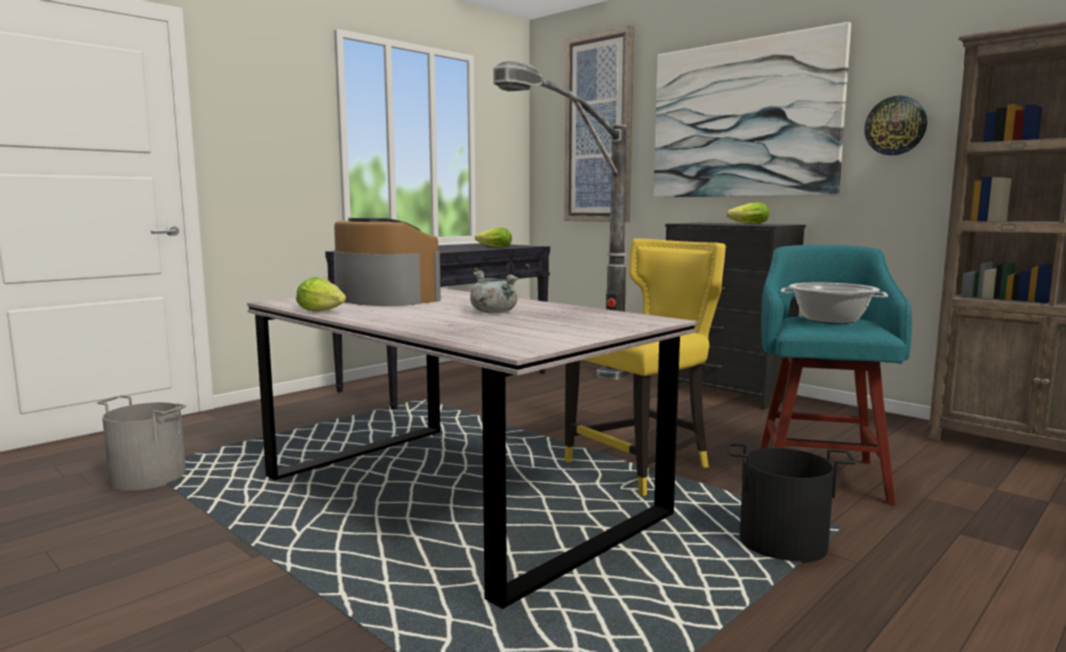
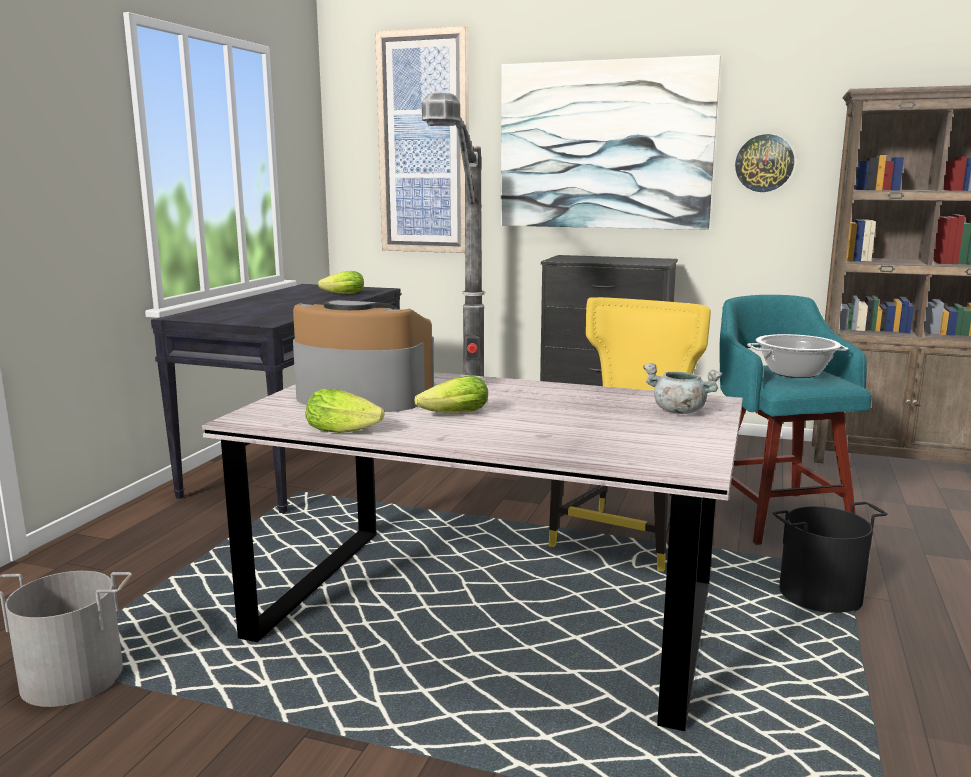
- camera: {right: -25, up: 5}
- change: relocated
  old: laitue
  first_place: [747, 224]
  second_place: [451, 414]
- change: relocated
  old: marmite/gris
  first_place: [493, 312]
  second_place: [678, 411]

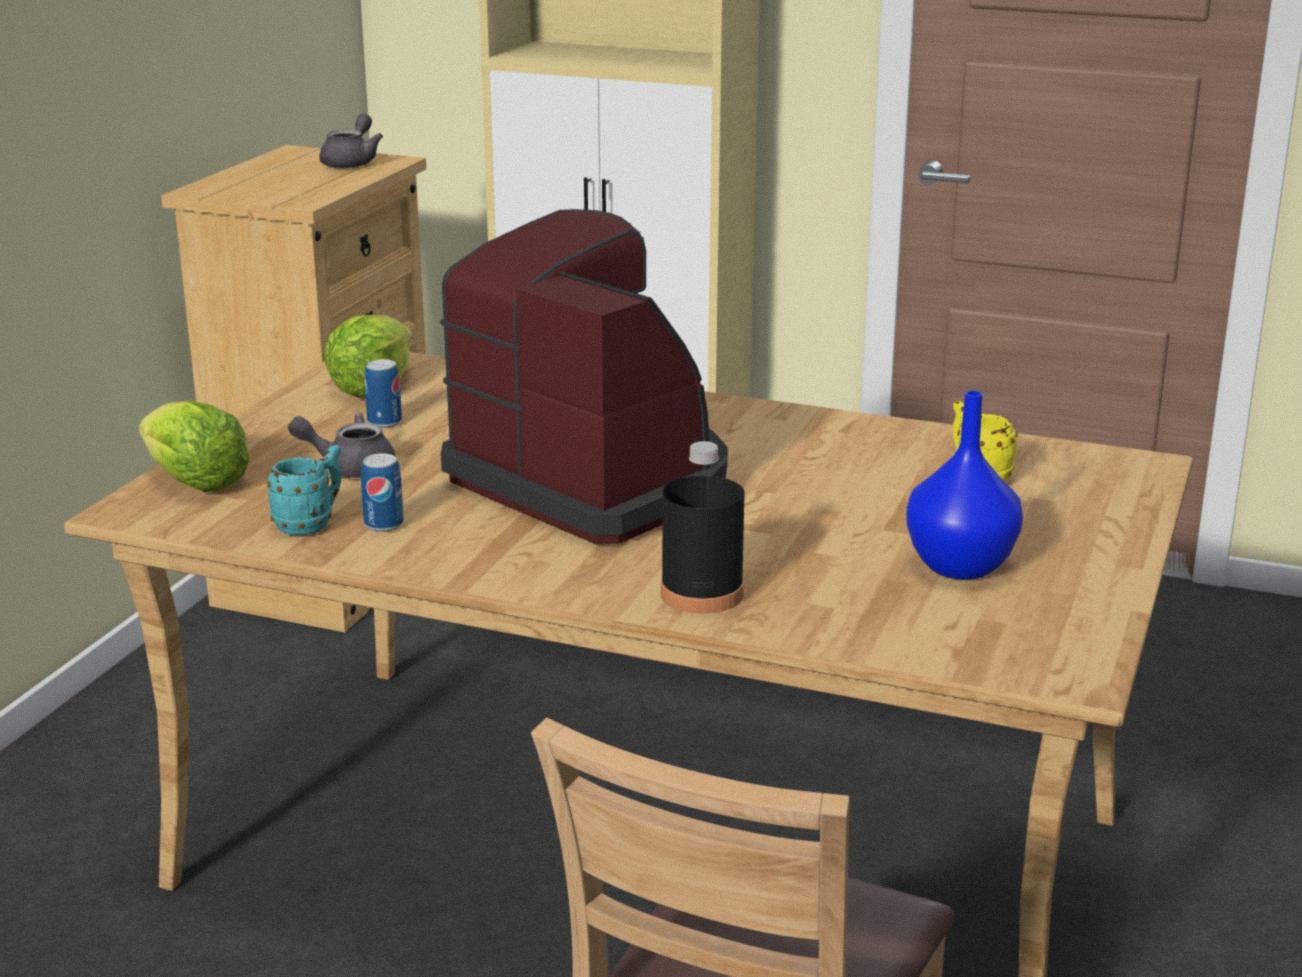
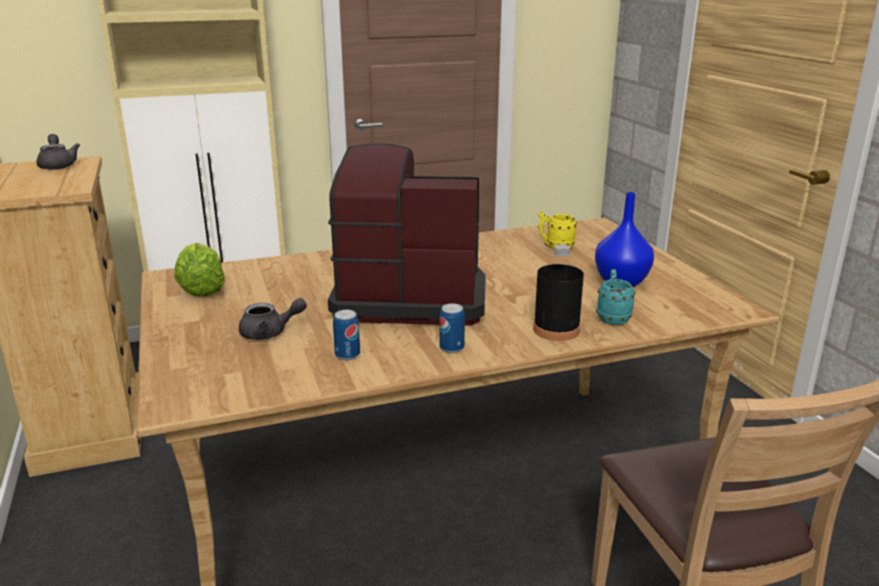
- camera: {right: -40, up: 0}
- change: relocated
  old: boîte métallique
  first_place: [384, 422]
  second_place: [451, 348]
- change: missing
  old: laitue
  first_place: [194, 482]
- change: spun
  old: théière/gris
  first_place: [350, 468]
  second_place: [270, 333]
  degrees: -150
- change: relocated
  old: mug/turquoise
  first_place: [311, 524]
  second_place: [612, 317]

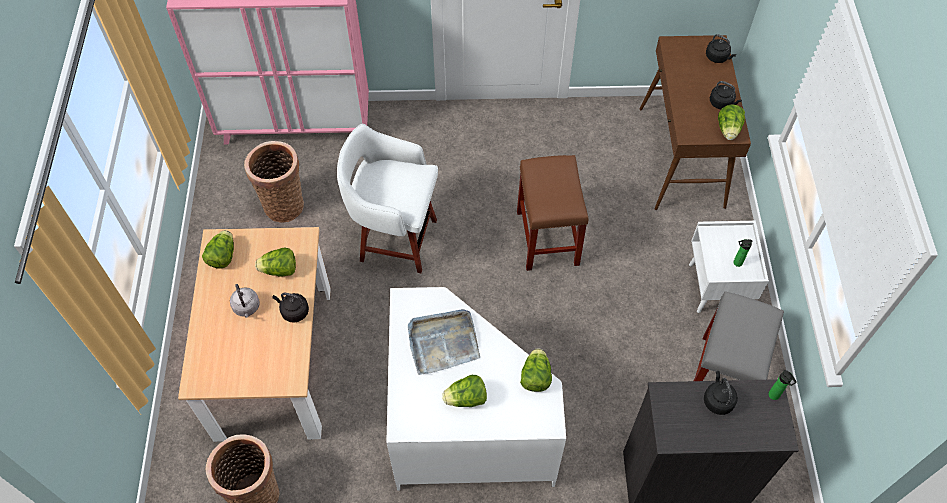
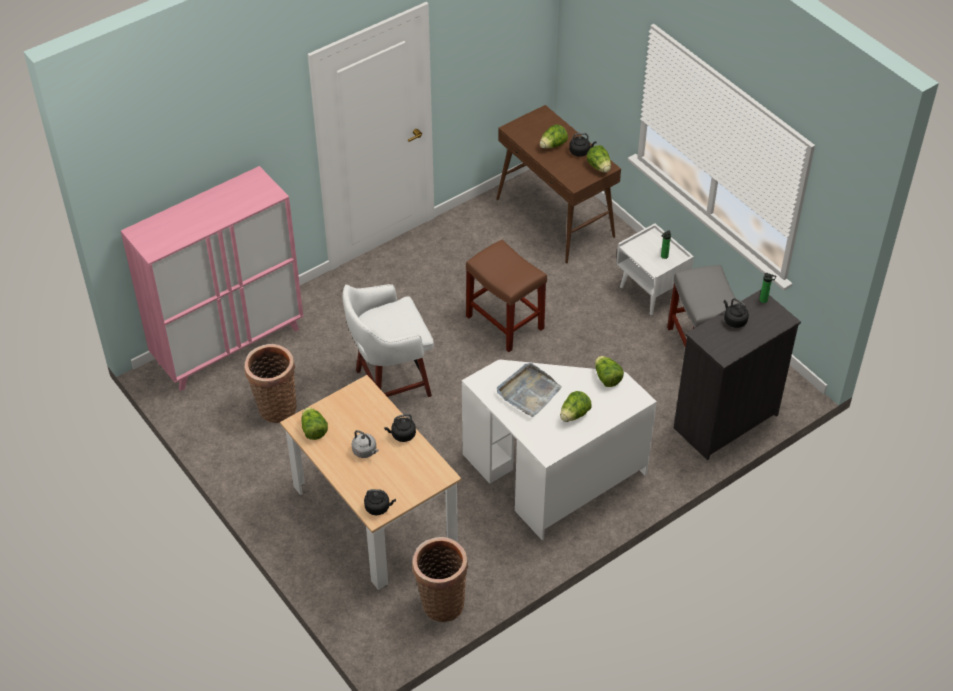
- camera: {right: -35, up: -10}
- change: relocated
  old: bouilloire/noir
  first_place: [718, 57]
  second_place: [378, 507]
- change: relocated
  old: laitue
  first_place: [279, 270]
  second_place: [553, 145]

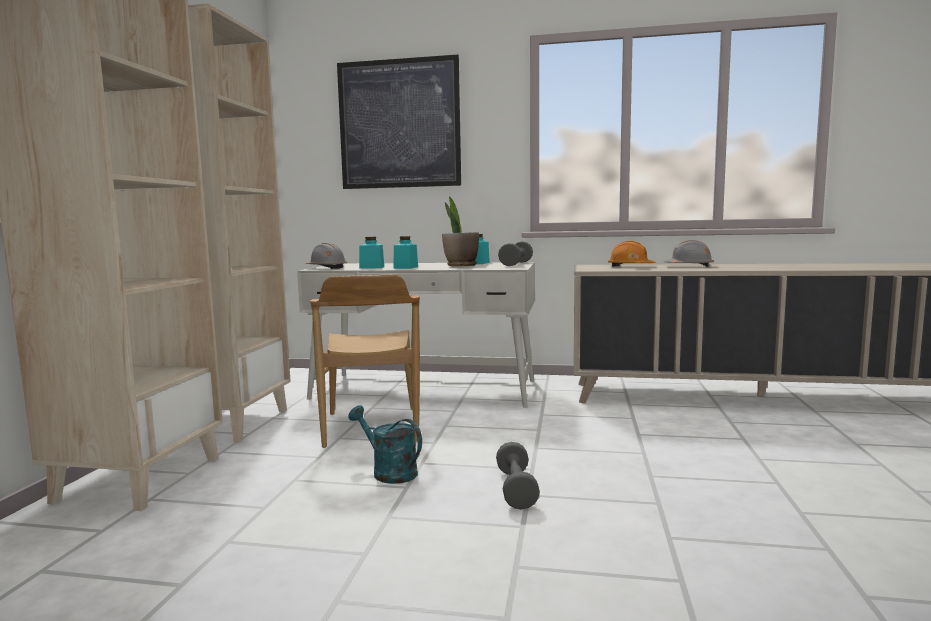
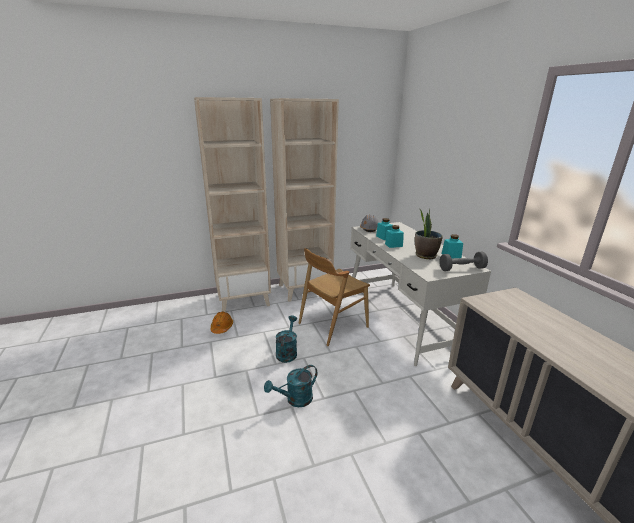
- camera: {right: 60, up: 15}
- change: missing
  old: tableau
  first_place: [399, 124]
- change: missing
  old: casque de chantier/gris
  first_place: [689, 267]
- change: relocated
  old: casque de chantier/orange
  first_place: [630, 267]
  second_place: [222, 327]
- change: exchanged
  old: haltère/gris
  new: arrosoir/turquoise
  first_place: [516, 489]
  second_place: [295, 400]

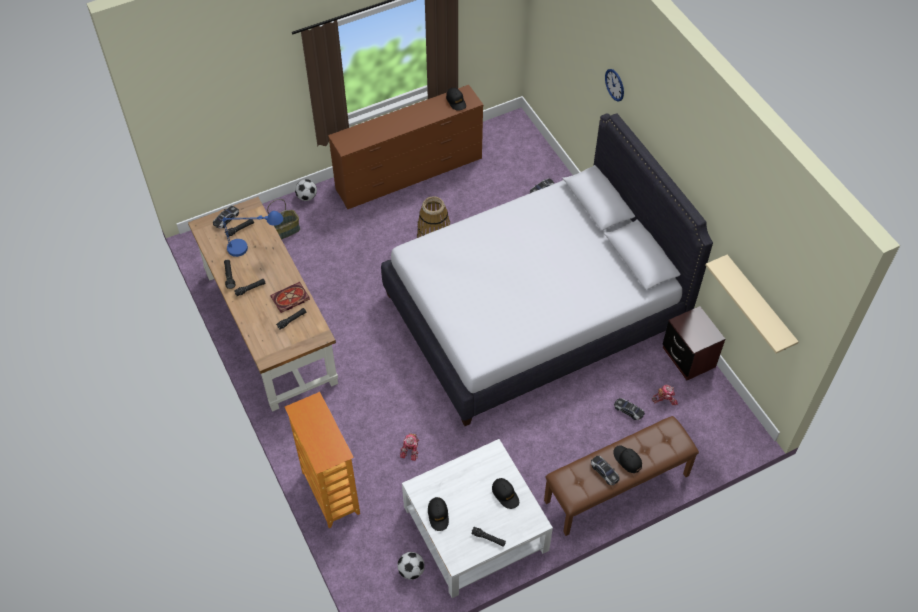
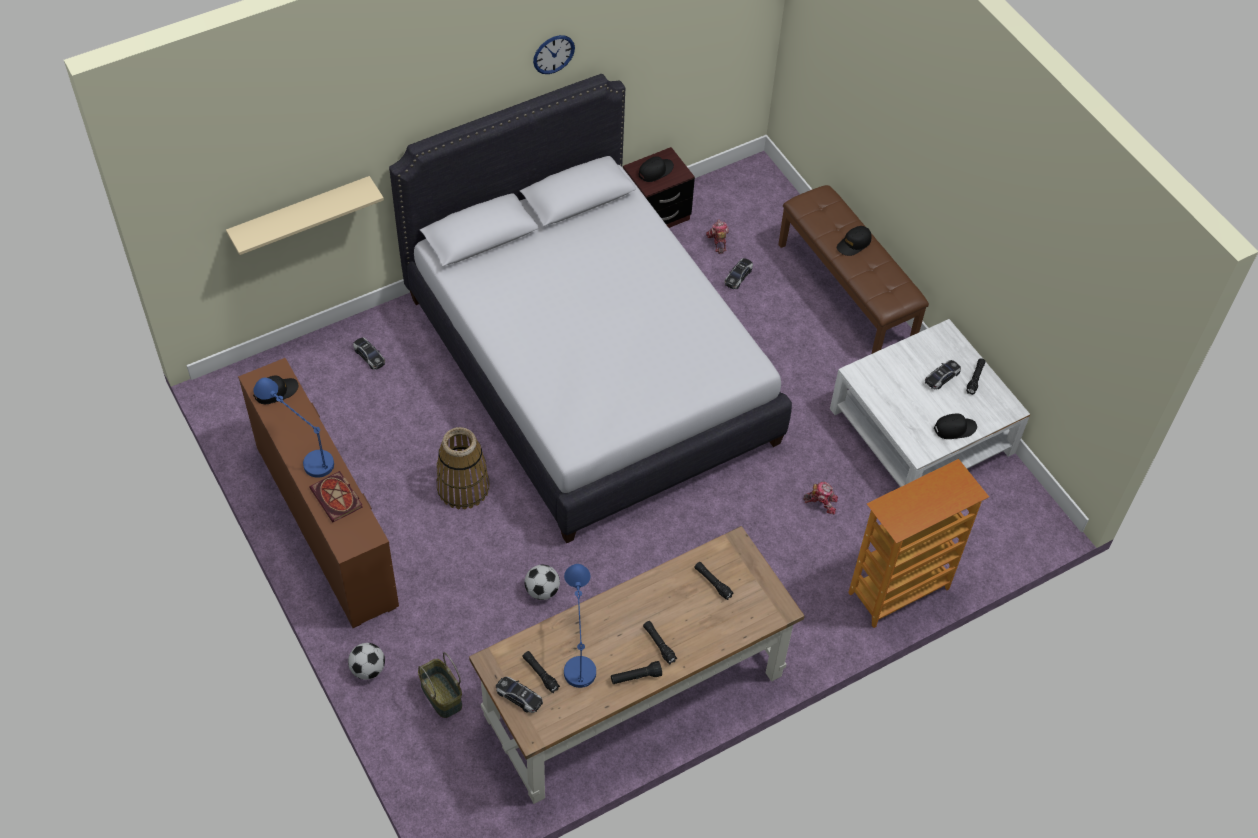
- camera: {right: -95, up: 0}
- change: relocated
  old: horloge murale
  first_place: [614, 85]
  second_place: [553, 54]
- change: relocated
  old: étagère/beige
  first_place: [759, 305]
  second_place: [301, 214]
- change: relocated
  old: livre
  first_place: [289, 299]
  second_place: [338, 498]
- change: relocated
  old: petite voiture
  first_place: [604, 472]
  second_place: [942, 377]
- change: relocated
  old: casquette/noir
  first_place: [505, 494]
  second_place: [655, 171]
- change: relocated
  old: ballon de foot
  first_place: [411, 571]
  second_place: [542, 591]
- change: appeared
  new: lampe de table/bleu
  second_place: [300, 449]

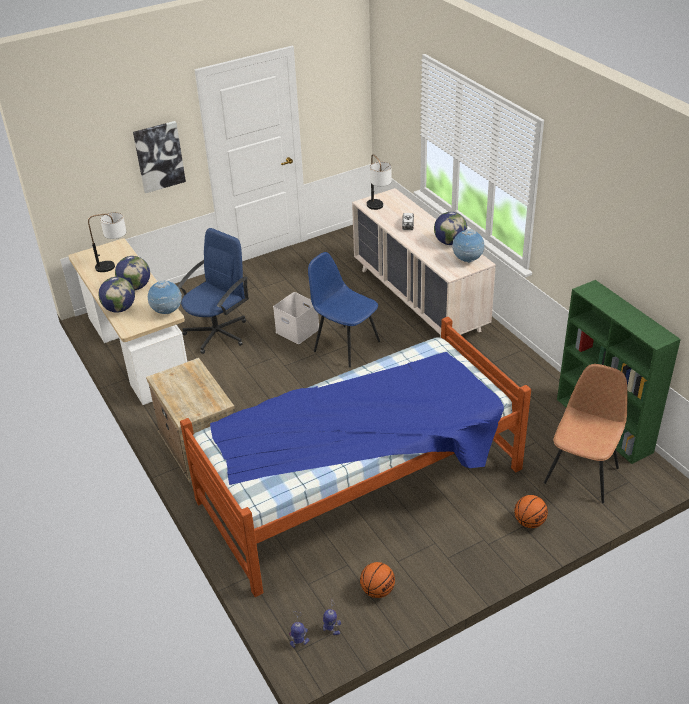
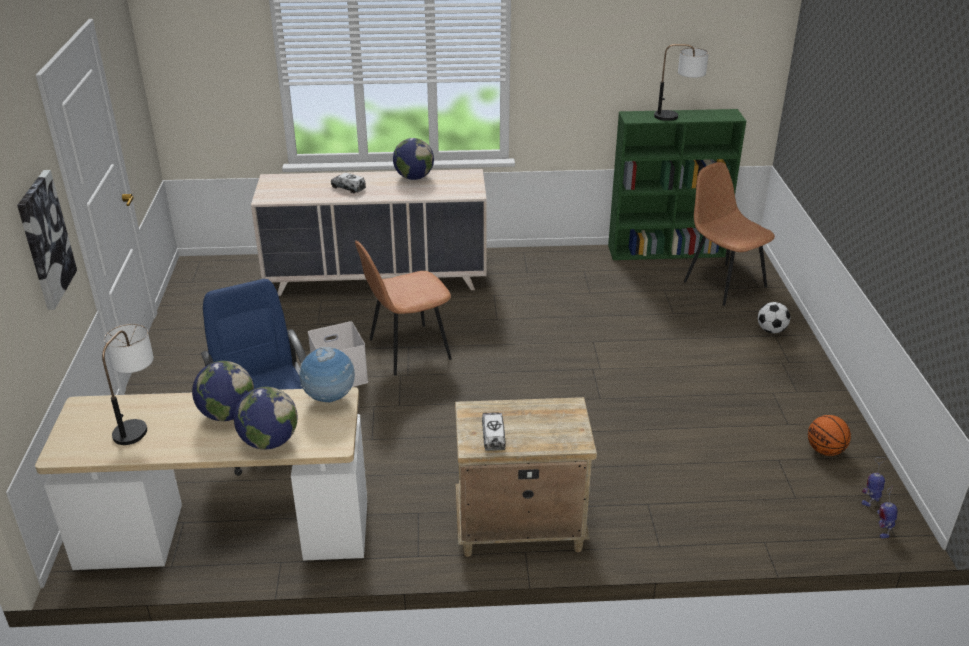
- camera: {right: -65, up: -5}
- change: relocated
  old: lampe de table
  first_place: [378, 209]
  second_place: [678, 116]
- change: missing
  old: globe
  first_place: [467, 260]
- change: colour
  old: chaise/bleu
  new: chaise/marron
  first_place: [345, 345]
  second_place: [407, 350]
- change: missing
  old: lit
  first_place: [361, 486]
- change: exchanged
  old: ballon de basket
  new: ballon de foot
  first_place: [529, 522]
  second_place: [771, 330]
- change: appeared
  new: camion jouet
  second_place: [493, 436]

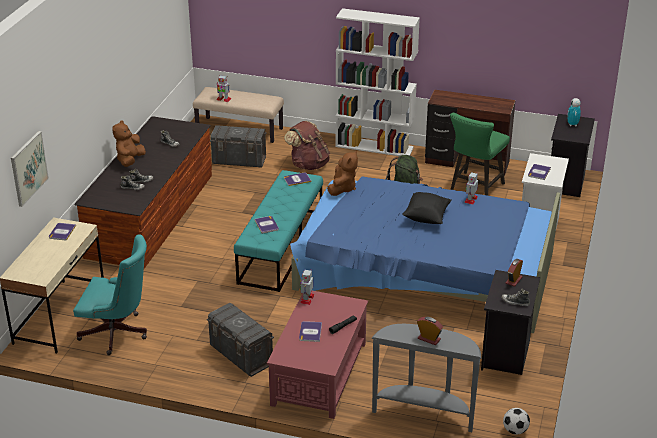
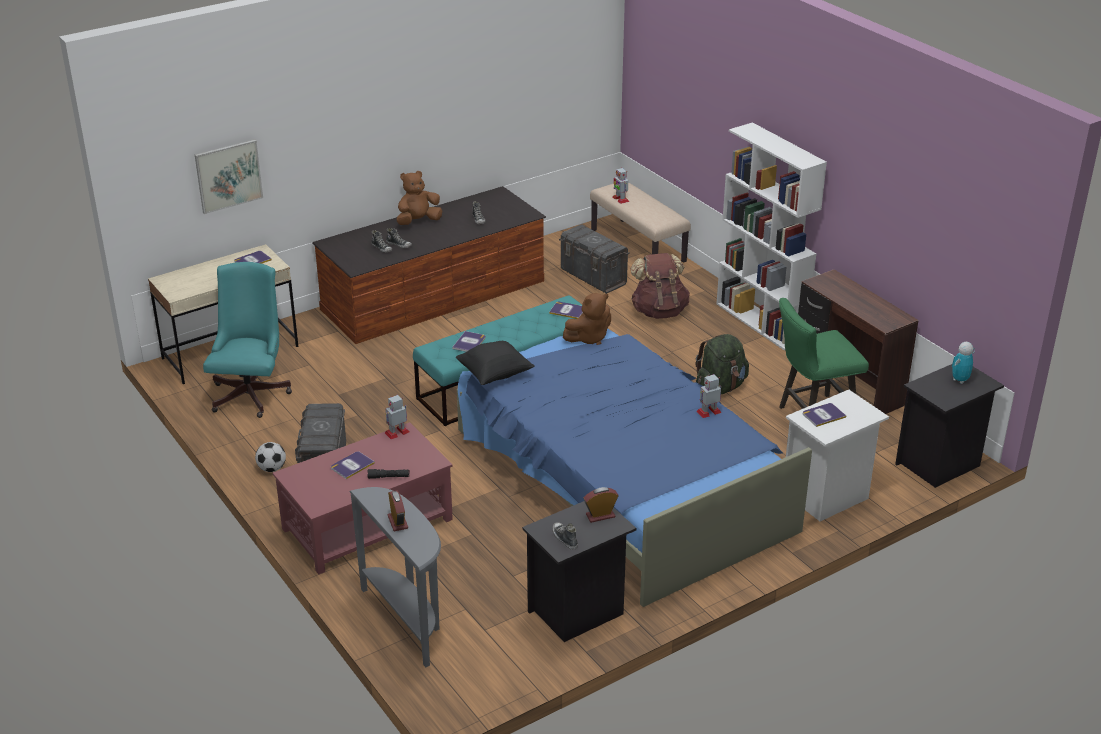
- camera: {right: 40, up: 0}
- change: relocated
  old: coussin/noir
  first_place: [426, 218]
  second_place: [494, 375]
- change: spun
  old: chaise de bureau/turquoise
  first_place: [118, 334]
  second_place: [252, 393]
  degrees: -135
- change: relocated
  old: ballon de foot
  first_place: [515, 430]
  second_place: [272, 469]

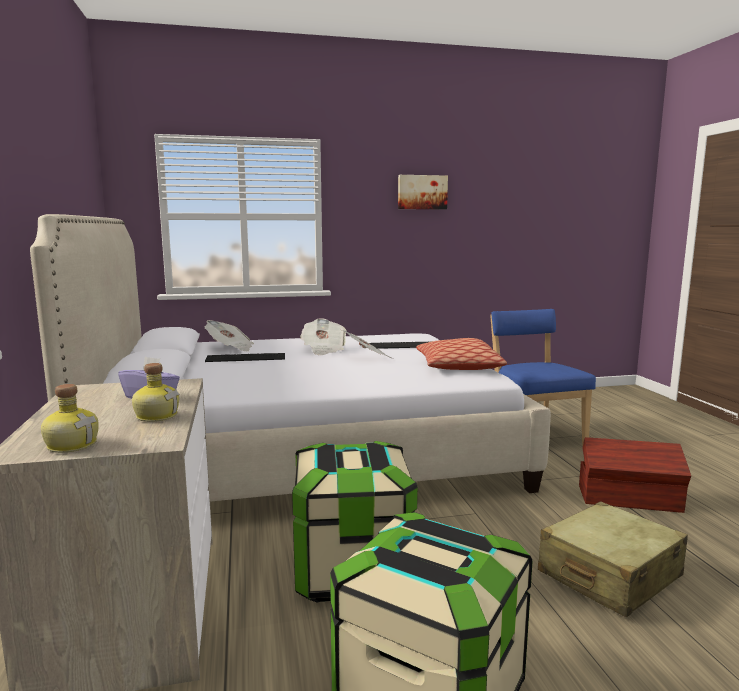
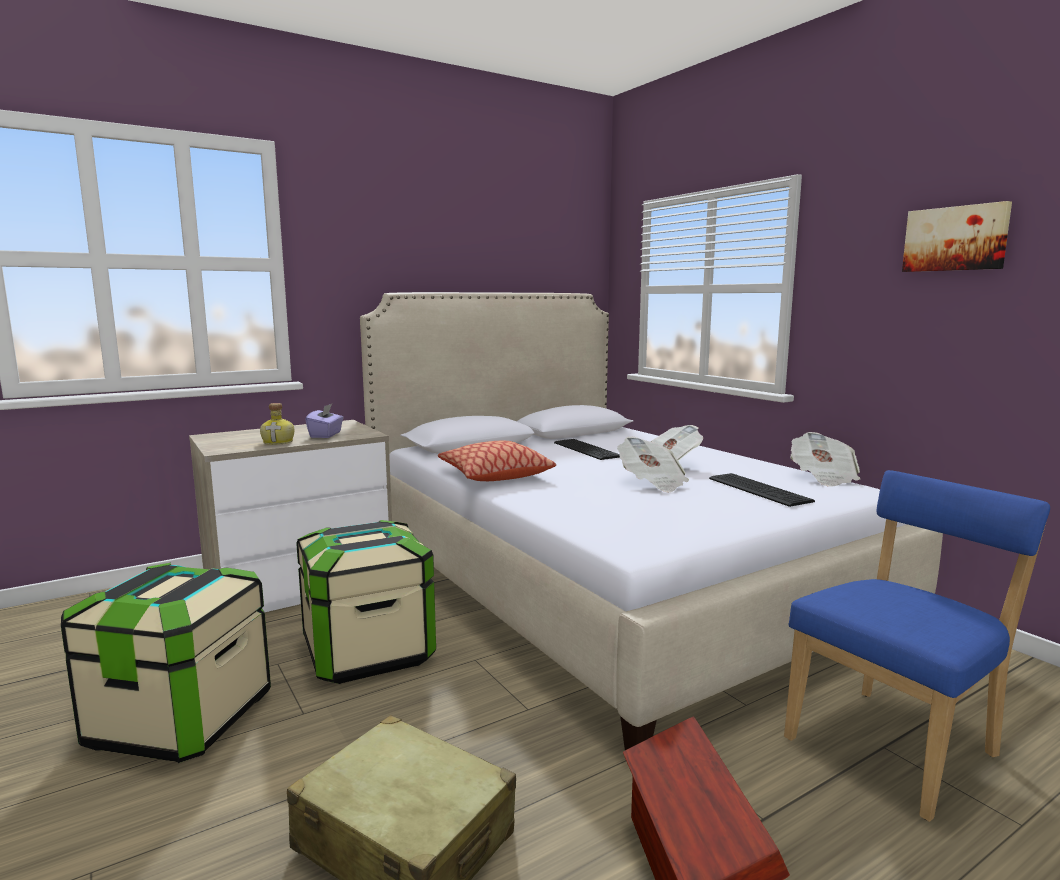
- camera: {right: 70, up: 0}
- change: relocated
  old: journal
  first_place: [230, 348]
  second_place: [823, 477]
- change: relocated
  old: coussin
  first_place: [458, 367]
  second_place: [495, 475]
- change: missing
  old: bouteille
  first_place: [72, 444]

